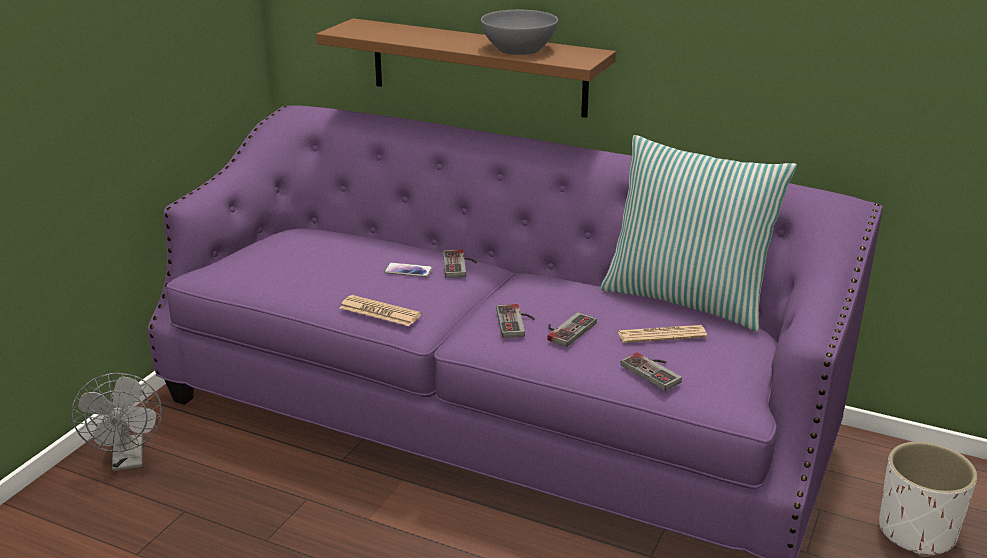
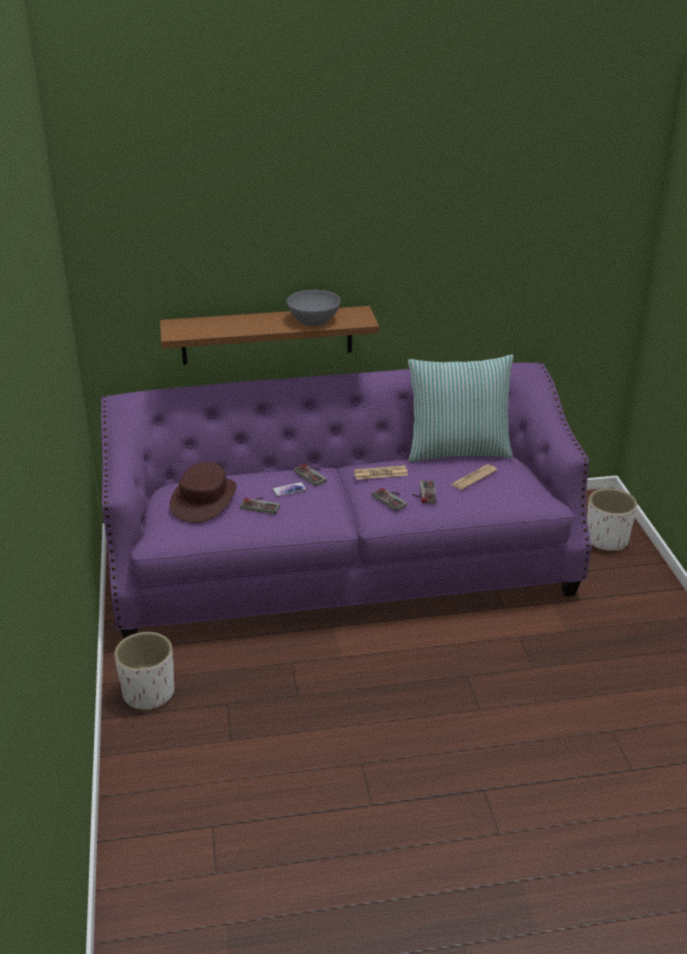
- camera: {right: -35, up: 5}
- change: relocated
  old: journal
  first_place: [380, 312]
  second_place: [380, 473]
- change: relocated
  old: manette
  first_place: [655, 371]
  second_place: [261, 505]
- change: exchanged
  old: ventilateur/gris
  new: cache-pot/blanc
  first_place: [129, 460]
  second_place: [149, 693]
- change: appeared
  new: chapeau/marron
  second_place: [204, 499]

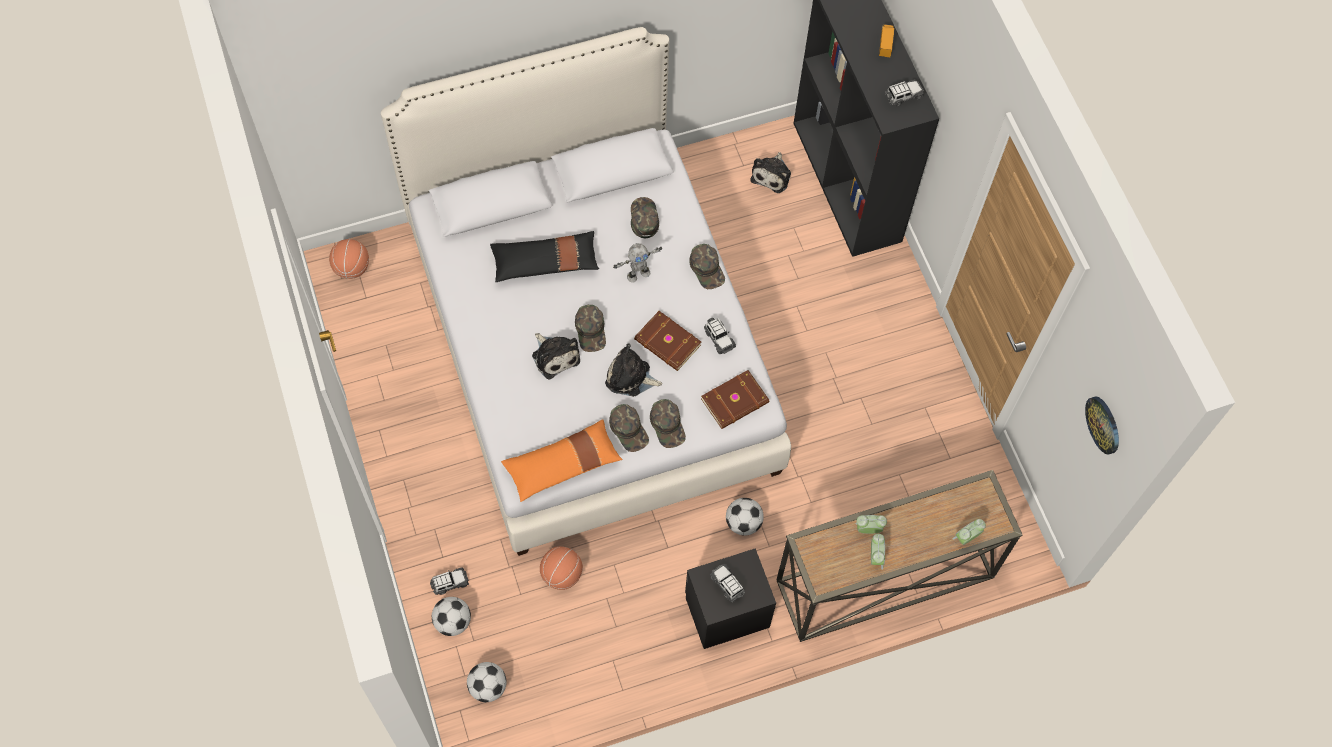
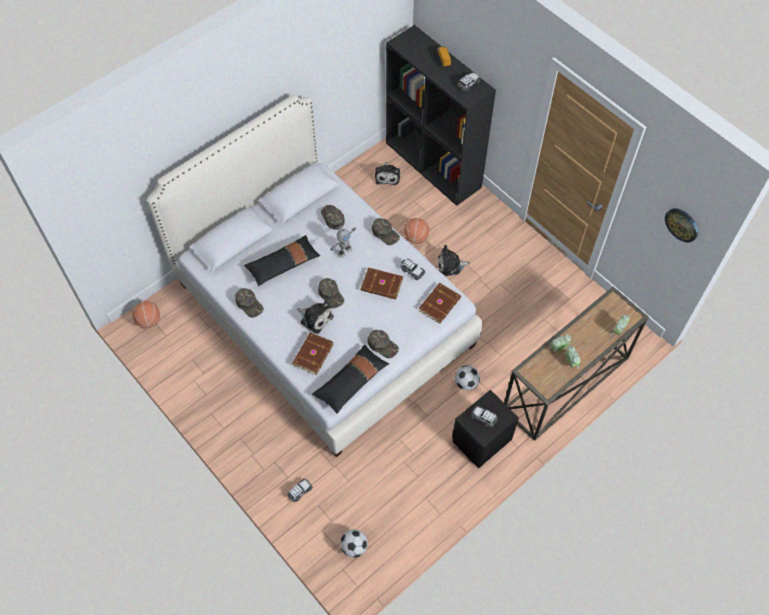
- camera: {right: -20, up: -5}
- change: relocated
  old: peluche
  first_place: [630, 377]
  second_place: [450, 265]
- change: relocated
  old: casquette/vert
  first_place: [668, 425]
  second_place: [249, 304]
- change: colour
  old: coussin/orange
  new: coussin/noir
  first_place: [562, 465]
  second_place: [351, 382]
- change: relocated
  old: ballon de basket
  first_place: [562, 574]
  second_place: [416, 237]
- change: missing
  old: ballon de foot
  first_place: [453, 622]
- change: appeared
  new: livre/marron
  second_place: [312, 354]

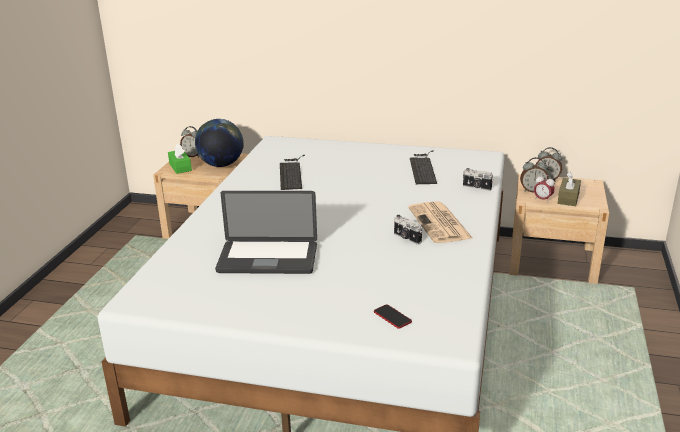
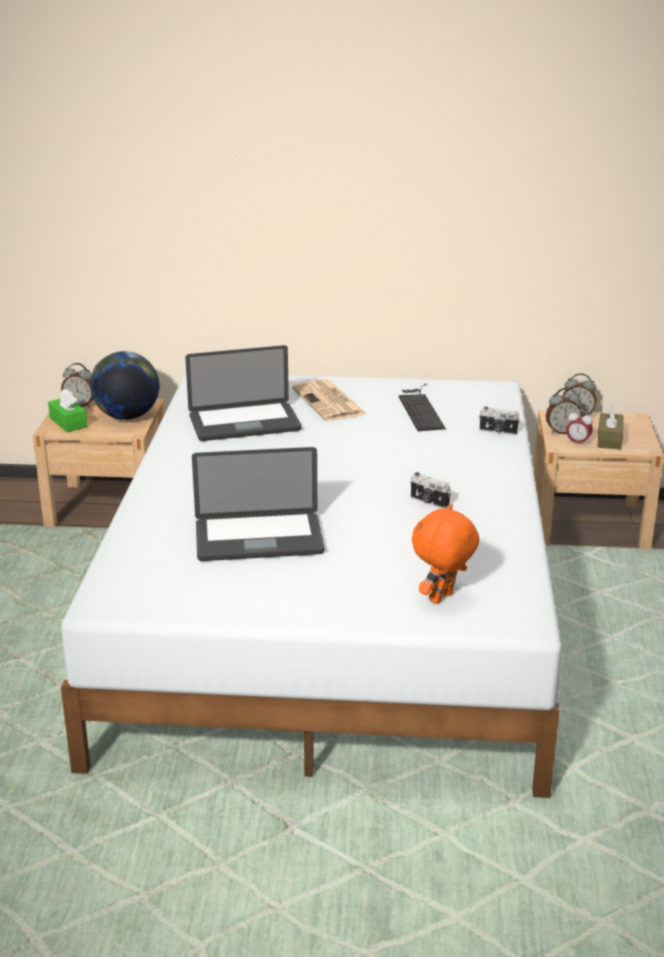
- camera: {right: -10, up: 0}
- change: exchanged
  old: clavier
  new: ordinateur portable
  first_place: [291, 173]
  second_place: [244, 423]
- change: relocated
  old: journal
  first_place: [440, 223]
  second_place: [330, 402]
- change: exchanged
  old: téléphone
  new: peluche/orange
  first_place: [392, 317]
  second_place: [442, 598]

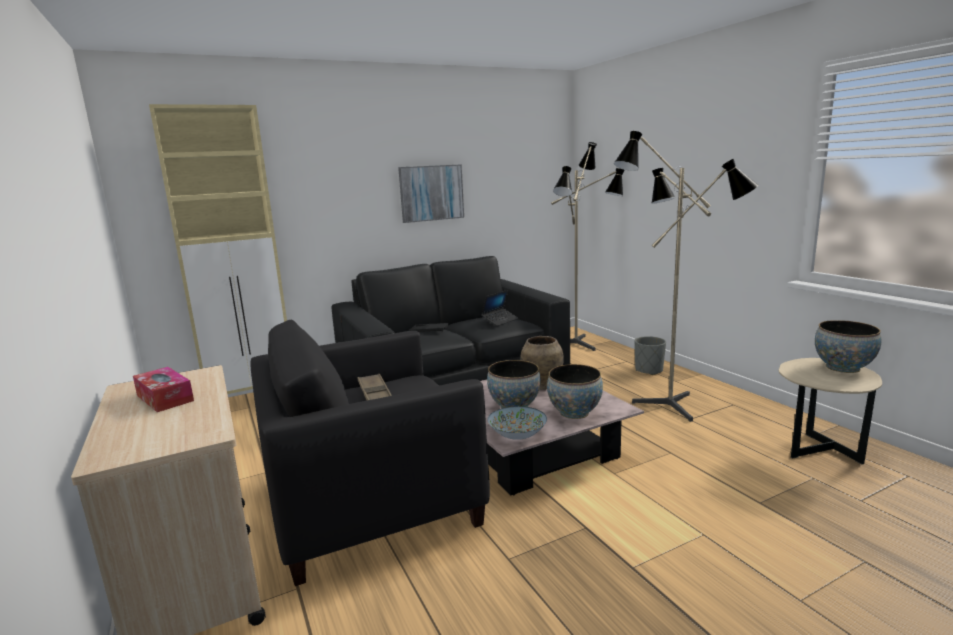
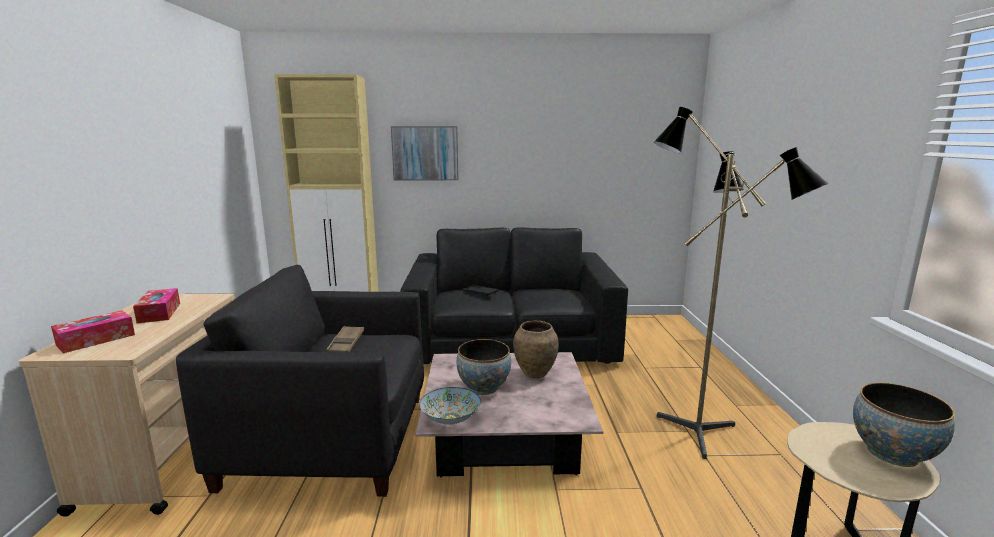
- camera: {right: 25, up: 0}
- change: missing
  old: lampadaire
  first_place: [581, 344]
- change: relocated
  old: tableau
  first_place: [431, 193]
  second_place: [425, 153]
- change: missing
  old: ordinateur portable
  first_place: [500, 320]
- change: missing
  old: cache-pot/gris
  first_place: [649, 370]
- change: missing
  old: bol
  first_place: [574, 412]
- change: appeared
  new: boîte à mouchoirs
  second_place: [96, 339]

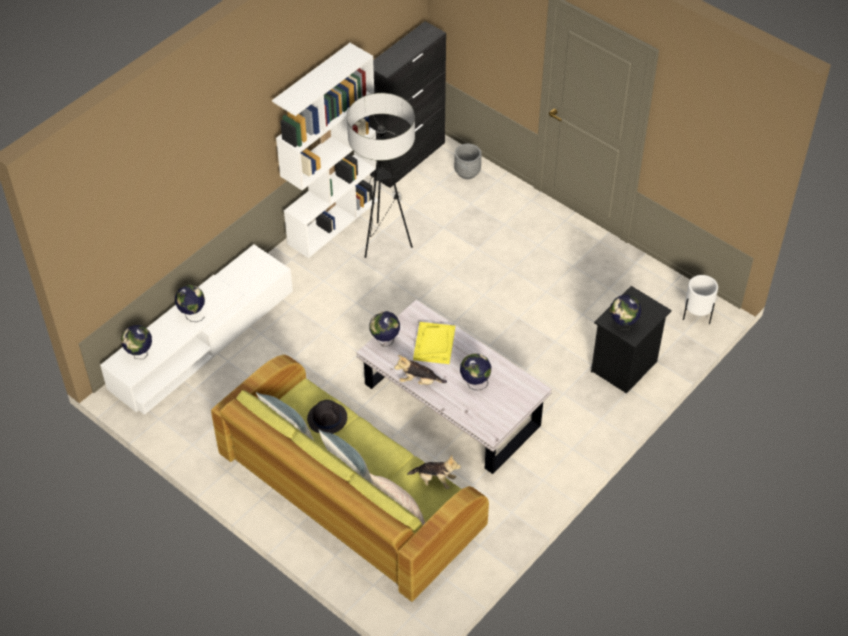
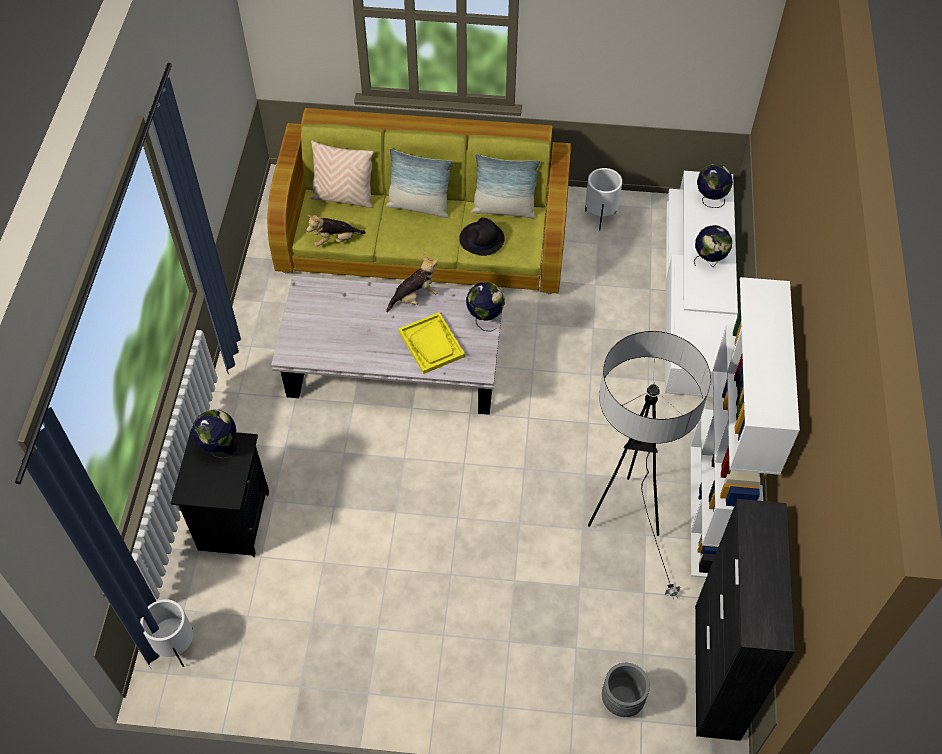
- camera: {right: 145, up: 5}
- change: missing
  old: globe
  first_place: [474, 383]
- change: appeared
  new: cache-pot/blanc
  second_place: [600, 218]

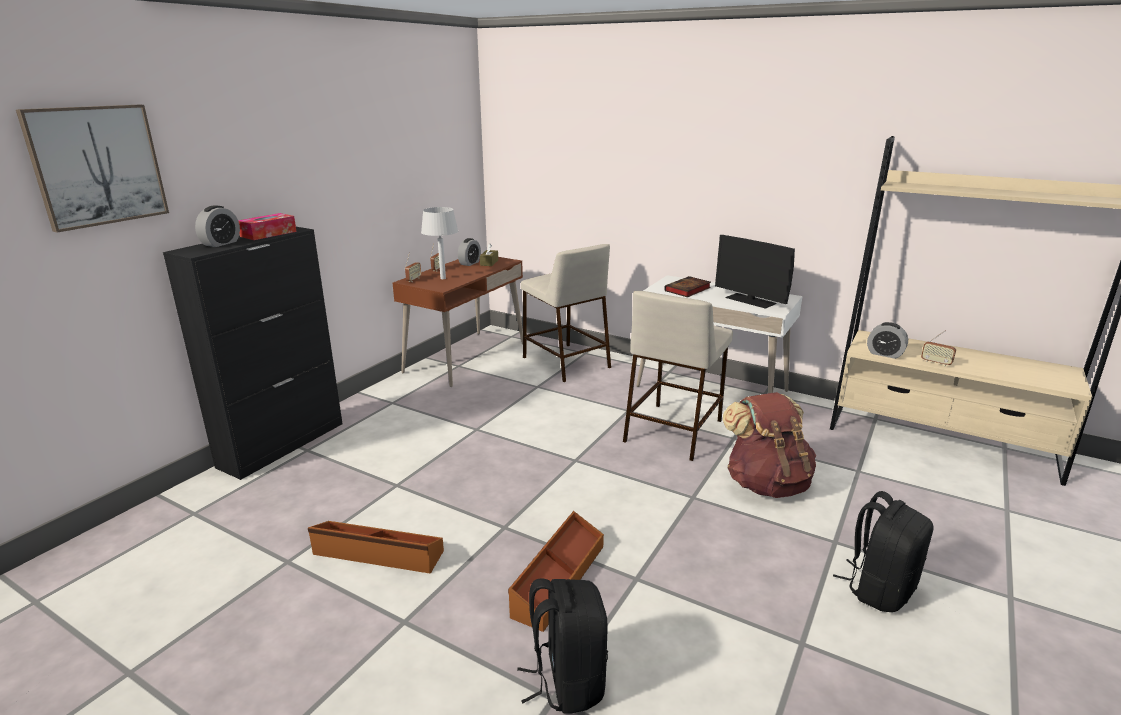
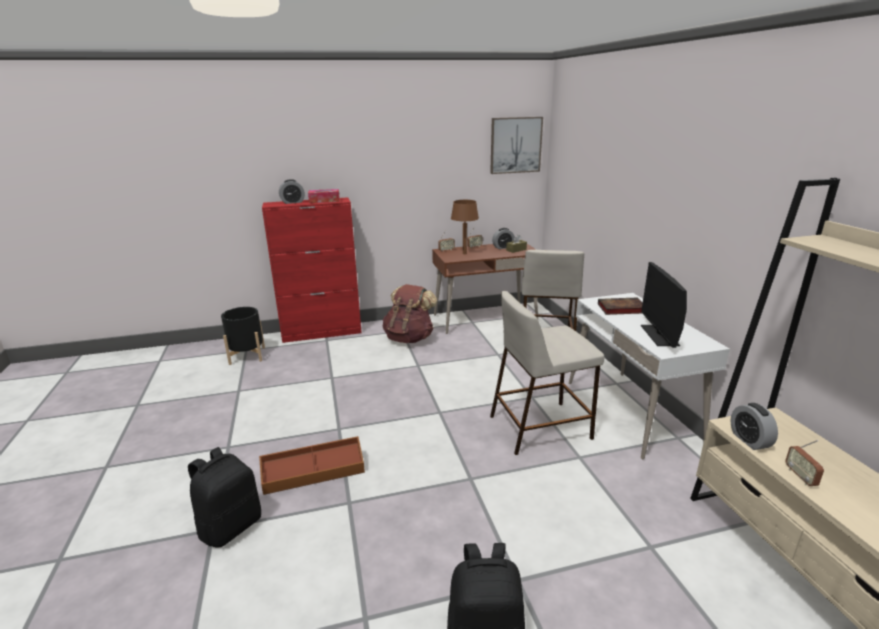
- camera: {right: 45, up: 0}
- change: relocated
  old: tableau
  first_place: [97, 165]
  second_place: [515, 145]
- change: colour
  old: lampe de table/gris
  new: lampe de table/marron
  first_place: [443, 278]
  second_place: [464, 253]
- change: colour
  old: meuble de rangement/noir
  new: meuble de rangement/rouge
  first_place: [283, 444]
  second_place: [322, 332]
- change: relocated
  old: sac à dos/marron
  first_place: [766, 483]
  second_place: [409, 338]
- change: missing
  old: boîte de rangement/marron
  first_place: [377, 553]
- change: appeared
  new: cache-pot/noir
  second_place: [247, 356]

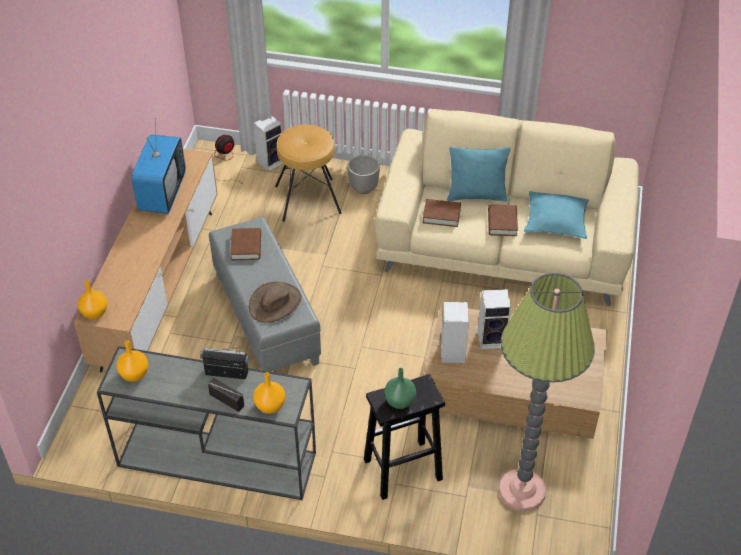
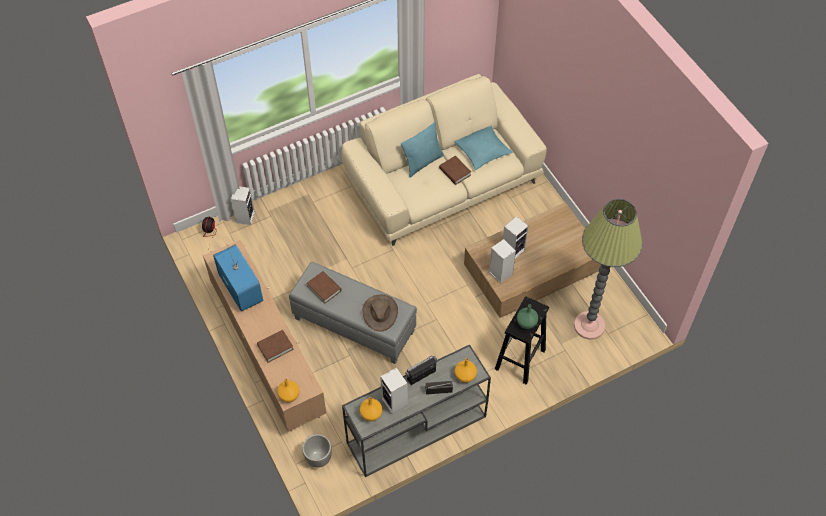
- camera: {right: -40, up: 10}
- change: missing
  old: tabouret/marron
  first_place: [308, 200]
- change: relocated
  old: cache-pot
  first_place: [364, 188]
  second_place: [319, 458]
- change: relocated
  old: livre/marron
  first_place: [441, 215]
  second_place: [275, 347]
- change: appeared
  new: enceinte
  second_place: [395, 402]

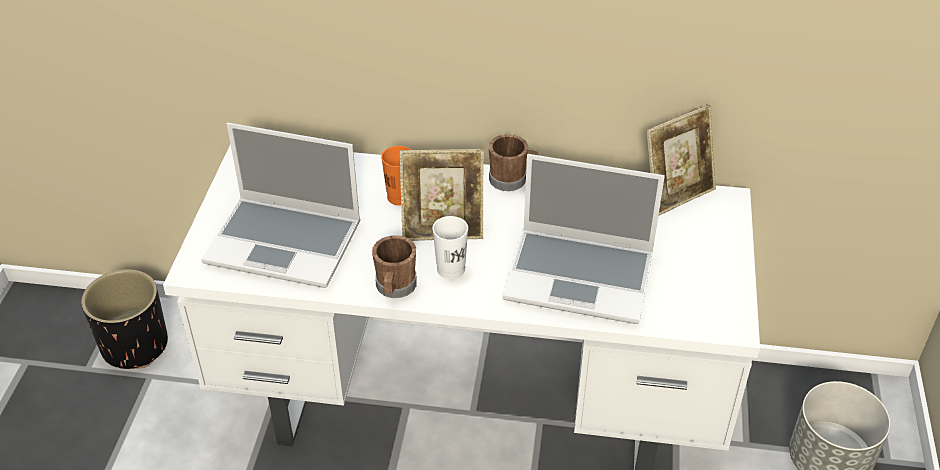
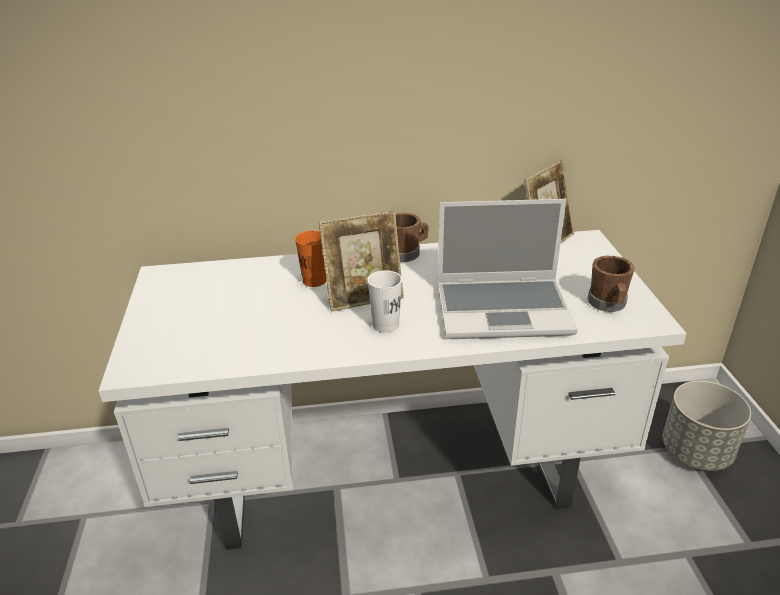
- camera: {right: -15, up: -10}
- change: missing
  old: ordinateur portable
  first_place: [286, 243]
- change: relocated
  old: mug/marron
  first_place: [395, 288]
  second_place: [608, 304]
- change: missing
  old: cache-pot/noir
  first_place: [135, 345]

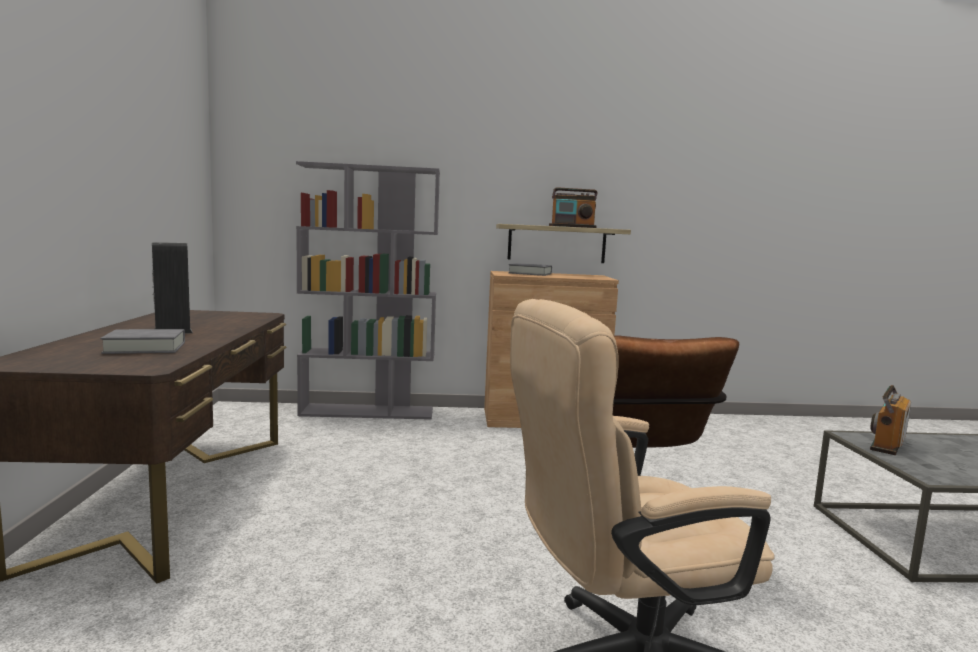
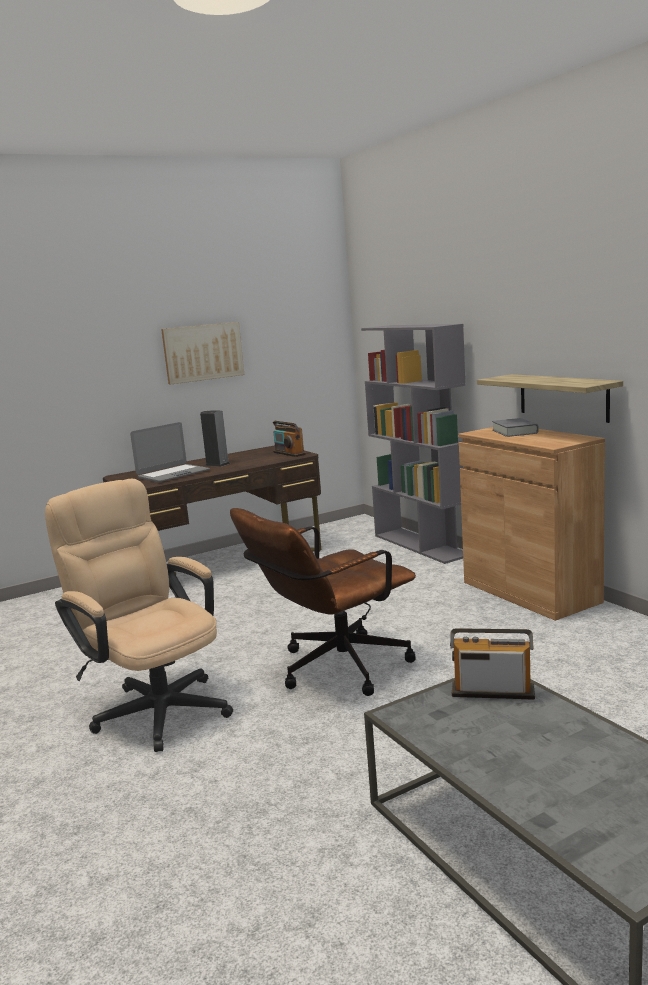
- camera: {right: 65, up: 5}
- change: relocated
  old: radio
  first_place: [572, 226]
  second_place: [289, 453]
- change: exchanged
  old: livre/gris
  new: ordinateur portable
  first_place: [145, 348]
  second_place: [173, 474]
- change: appeared
  new: tableau
  second_place: [203, 352]

